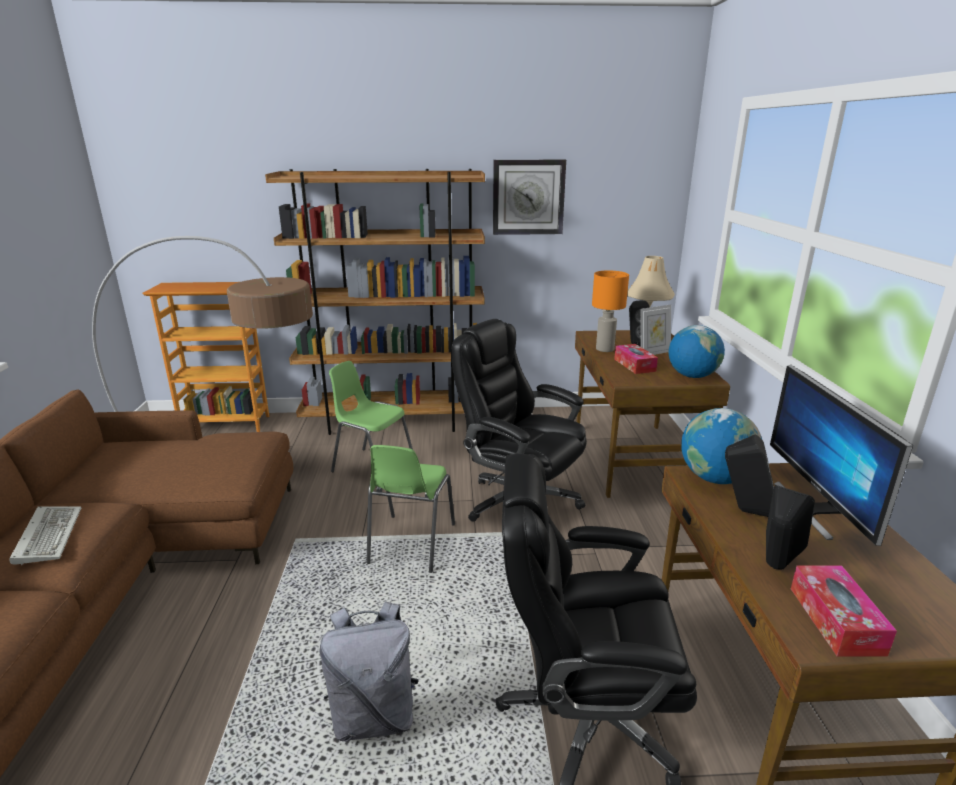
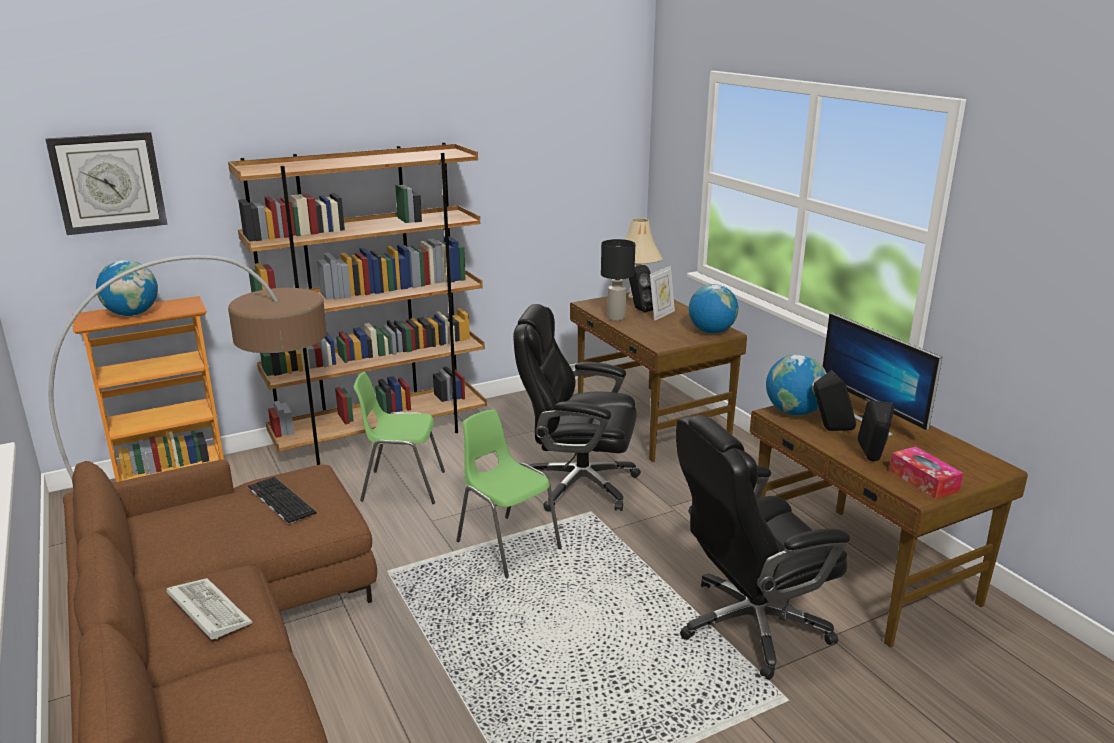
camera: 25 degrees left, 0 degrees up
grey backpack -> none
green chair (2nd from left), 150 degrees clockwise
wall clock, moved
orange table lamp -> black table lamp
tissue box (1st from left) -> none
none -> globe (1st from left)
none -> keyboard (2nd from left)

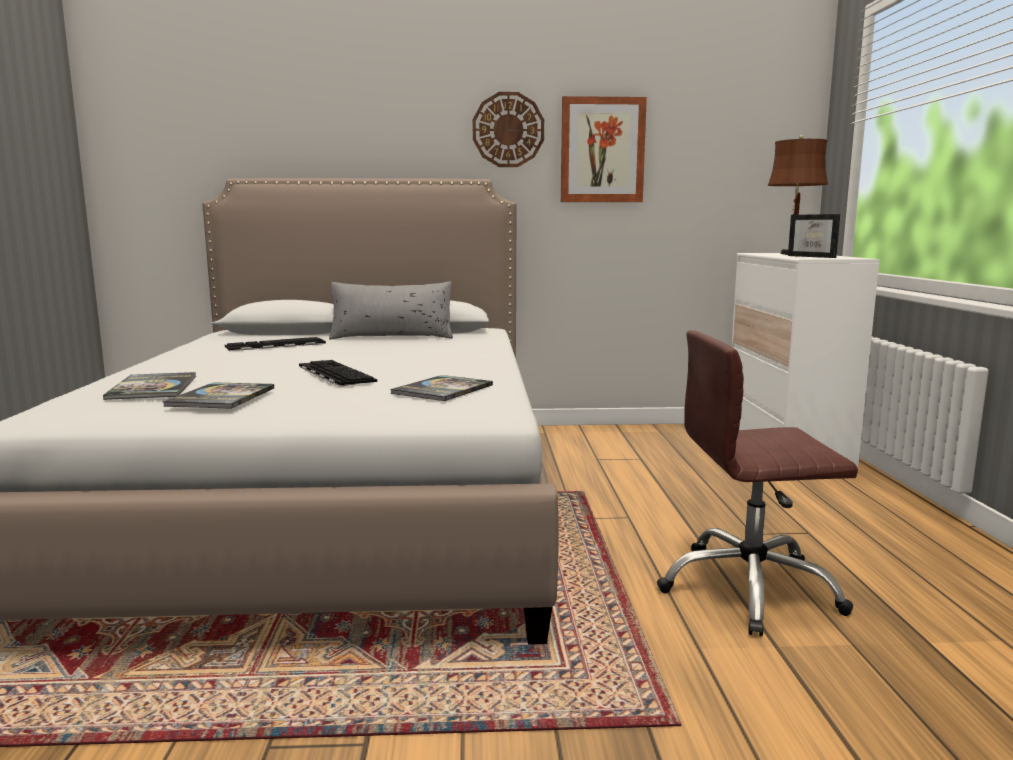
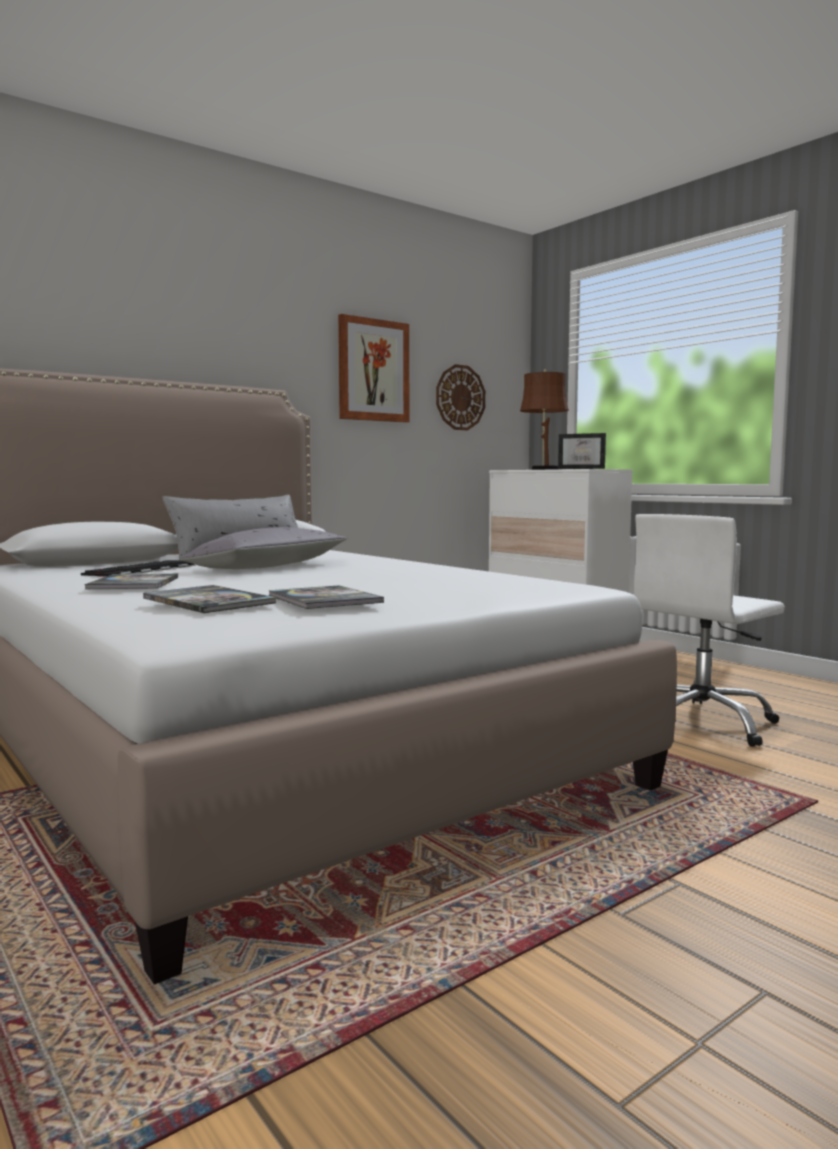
camera: 35 degrees left, 5 degrees down
keyboard (2nd from left) -> none
book (3rd from left in the first image) -> book (1st from left), moved
wall clock, moved
brown office chair -> white office chair
none -> grey pillow (2nd from left)

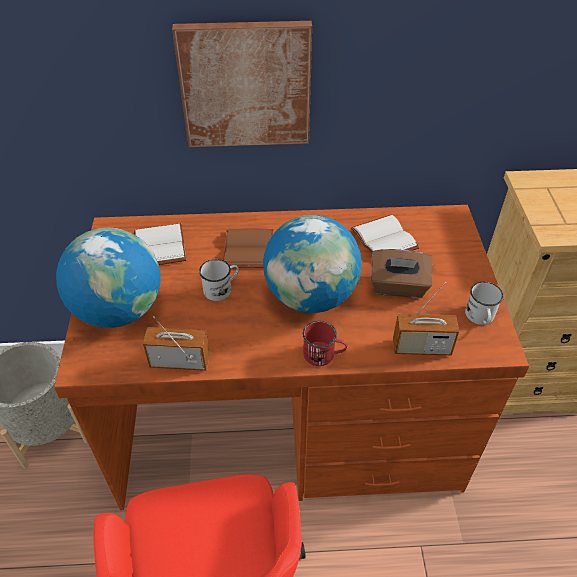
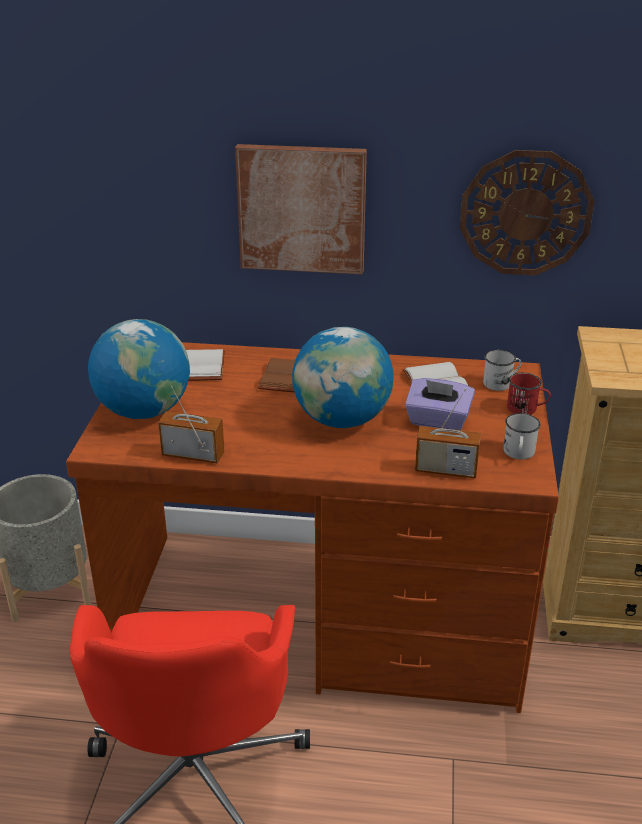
camera: 10 degrees right, 15 degrees down
white mug (1st from left), moved
red mug, moved
brown tissue box -> purple tissue box
none -> wall clock

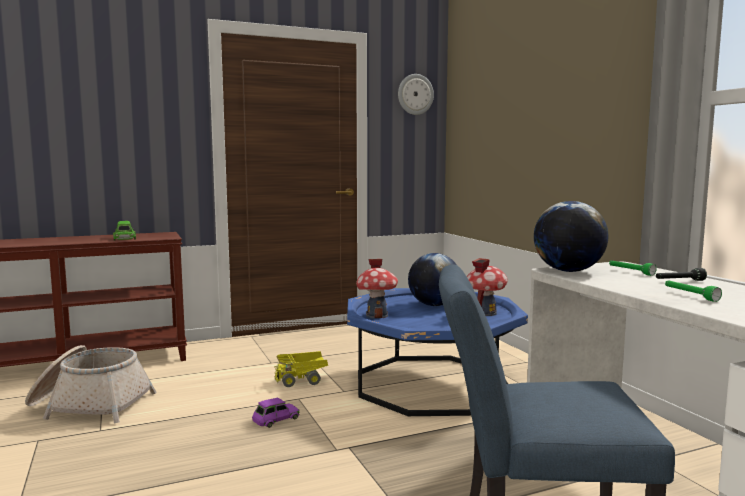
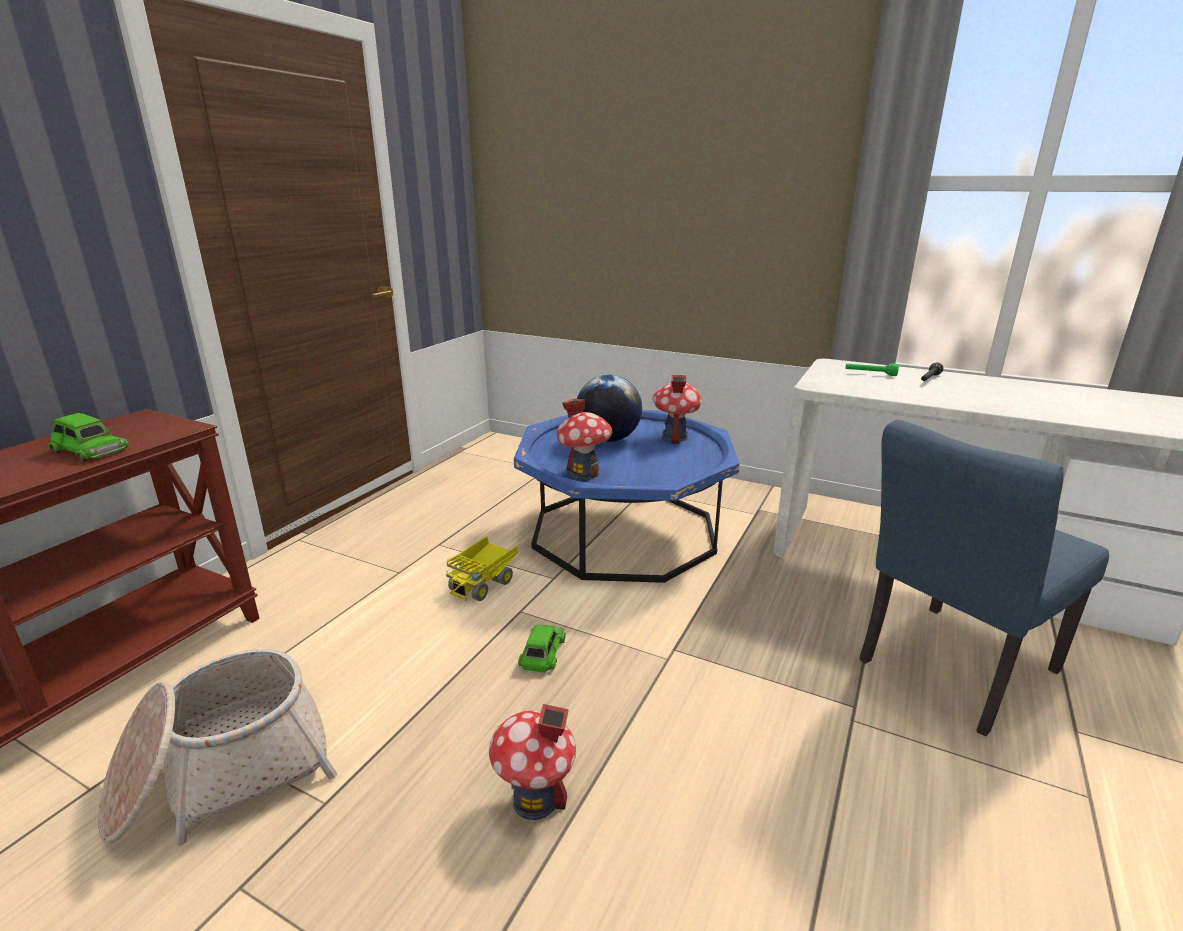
camera: 40 degrees left, 15 degrees up
purple toy car -> green toy car (2nd from left)
wall clock -> none
globe (2nd from left) -> none
green flashlight (2nd from left) -> none
none -> toy house (1st from left)

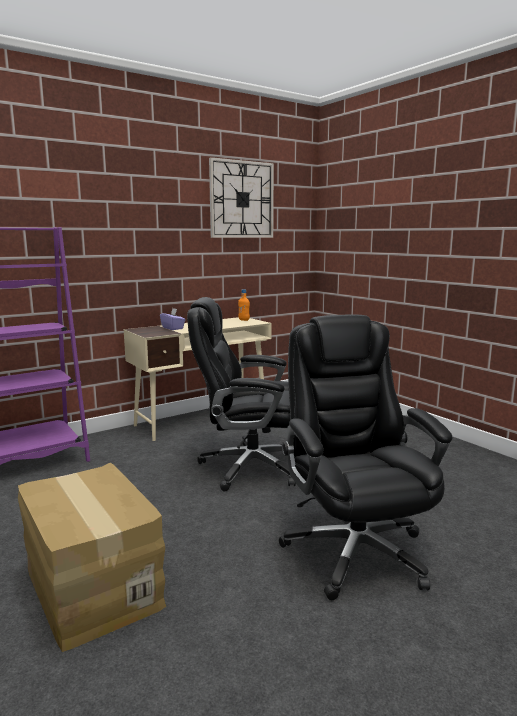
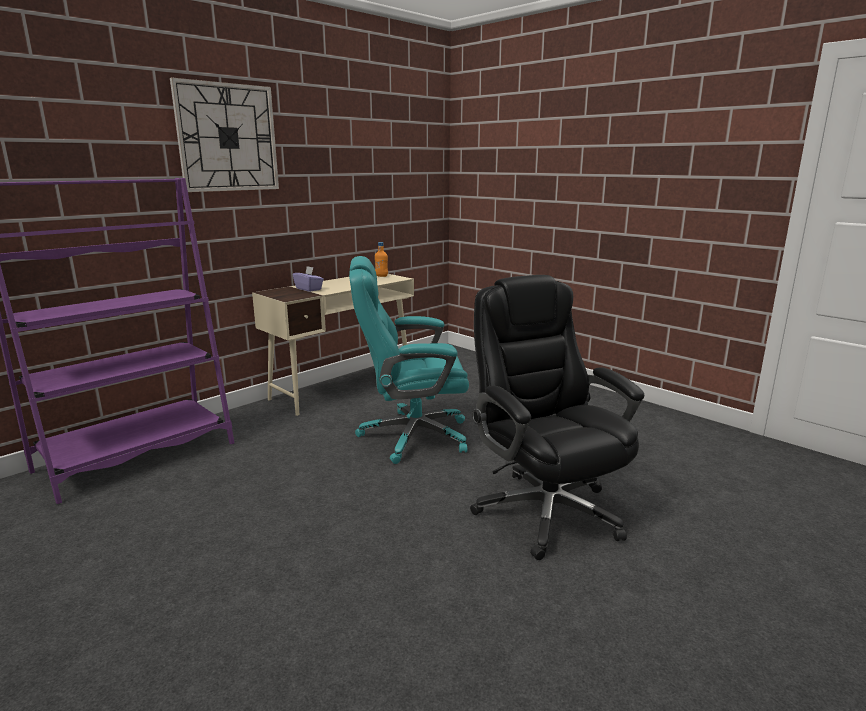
camera: 10 degrees left, 5 degrees up
cardboard box -> none
black office chair (1st from left) -> turquoise office chair
wall clock, moved

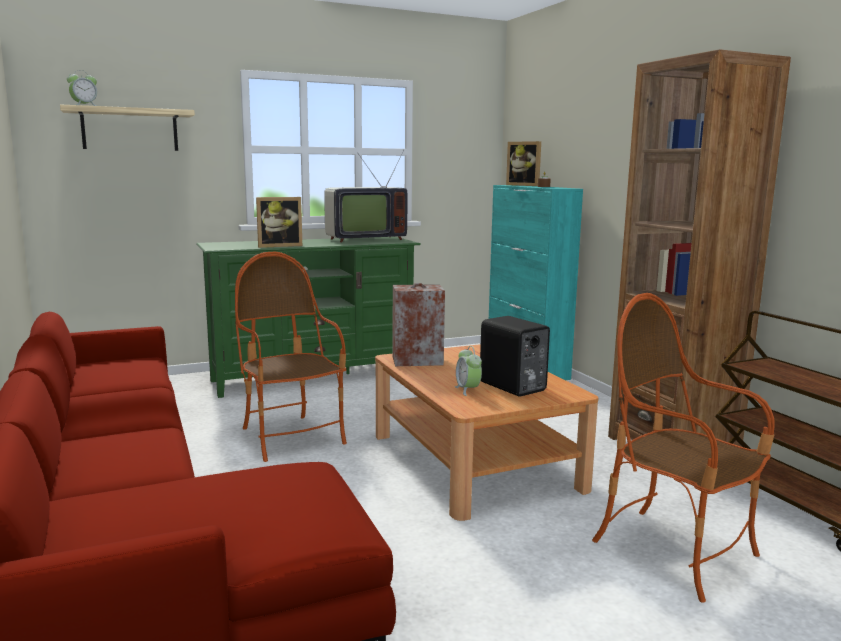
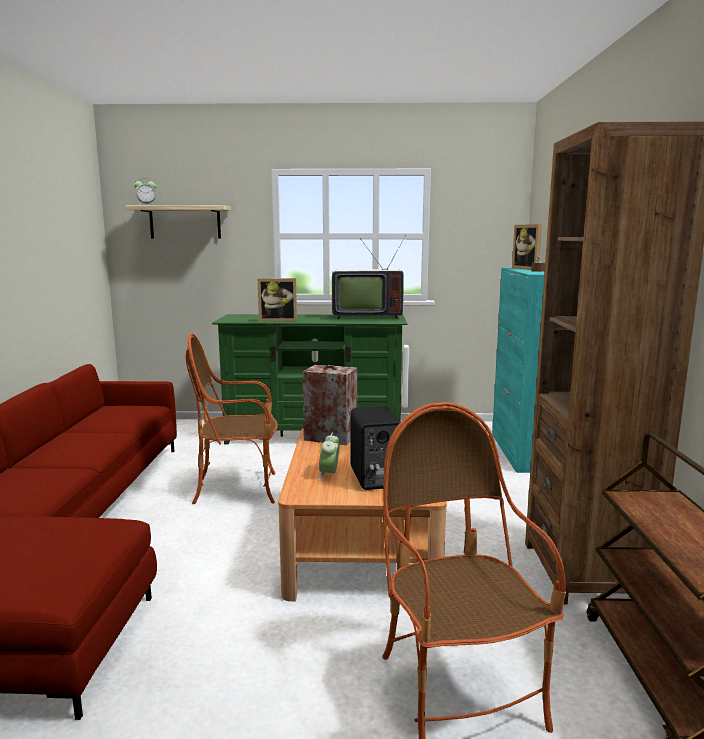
camera: 25 degrees right, 0 degrees up
armchair (1st from left), 90 degrees counterclockwise

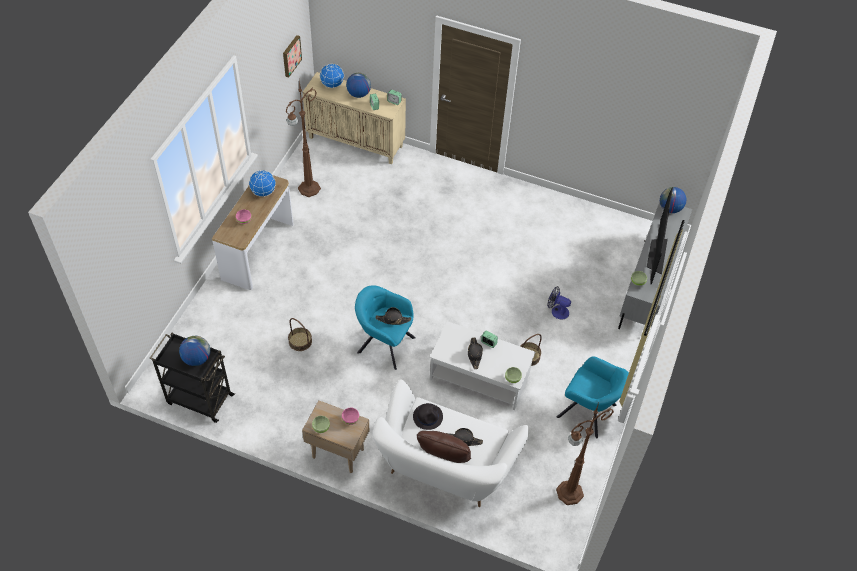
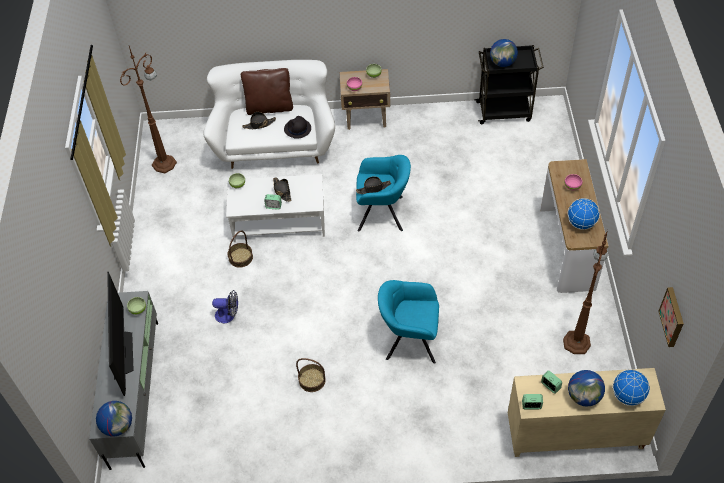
camera: 160 degrees right, 0 degrees up
basket (1st from left in the first image) -> basket (2nd from left), moved
turquoise armchair (2nd from left), moved

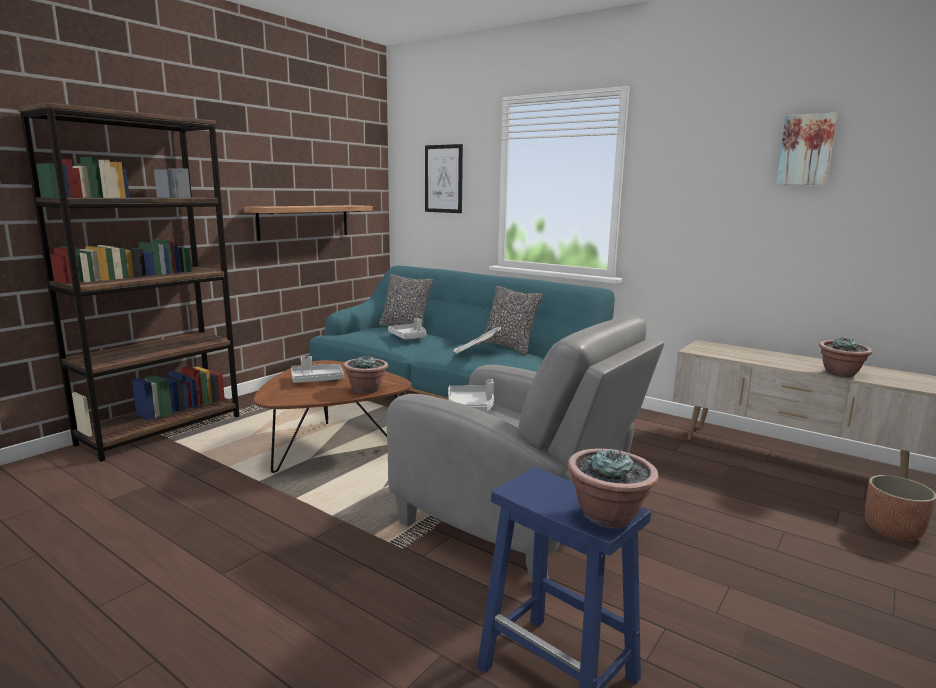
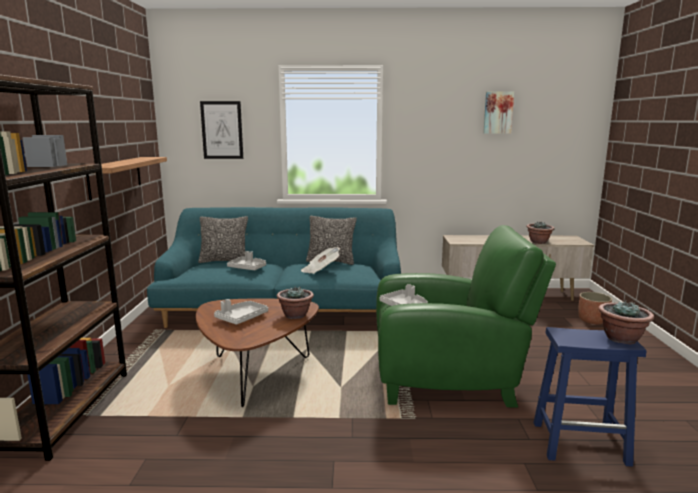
camera: 35 degrees left, 0 degrees up
grey armchair -> green armchair

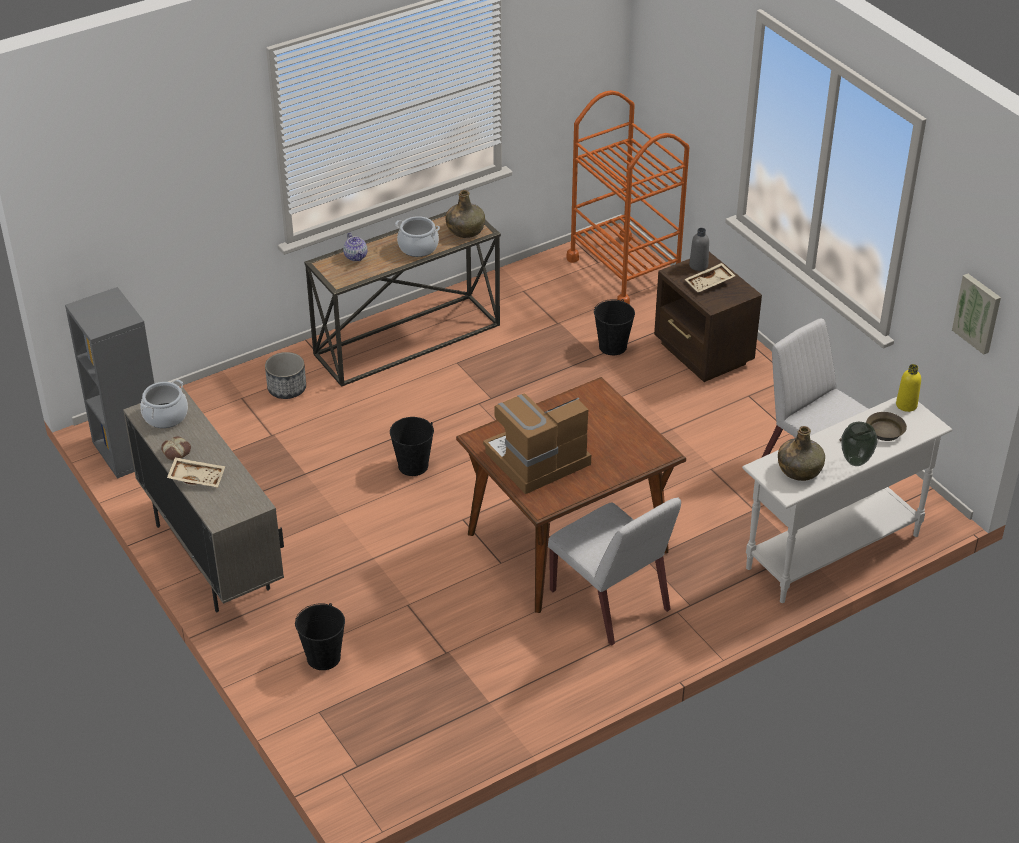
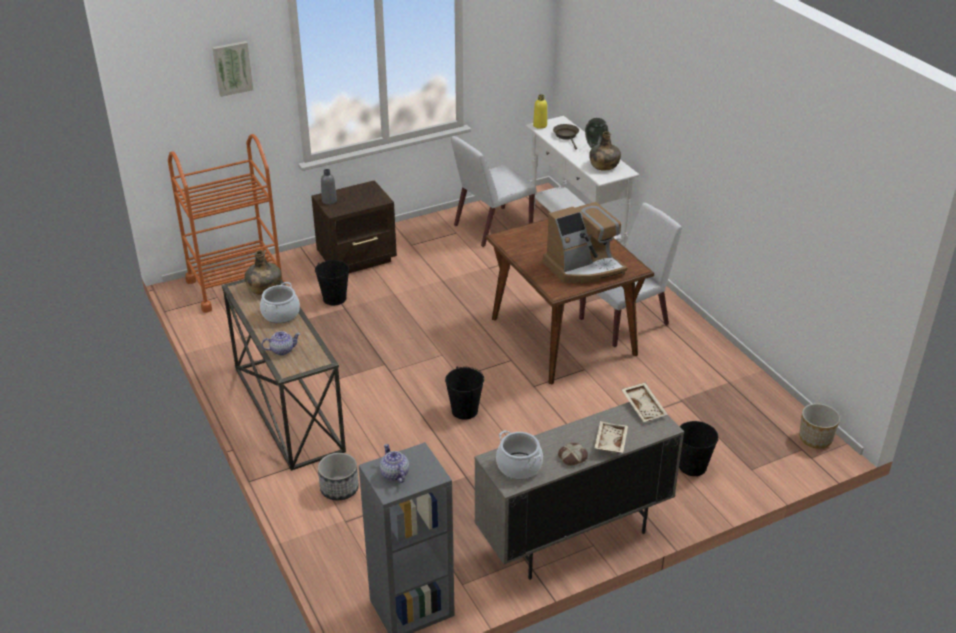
camera: 85 degrees left, 5 degrees down
coffee machine, 90 degrees counterclockwise
beige tray (2nd from left), moved
picture, moved
none -> teapot (2nd from left)
none -> planter (2nd from left)

